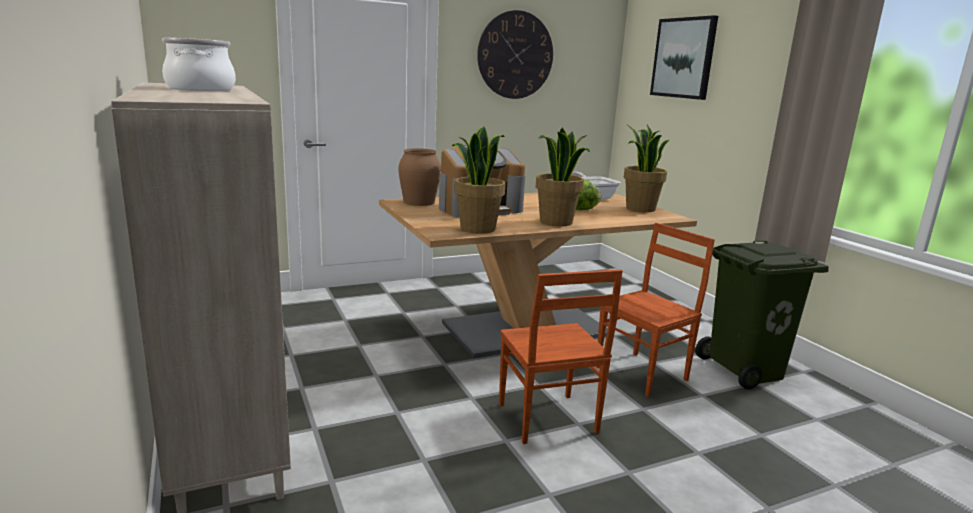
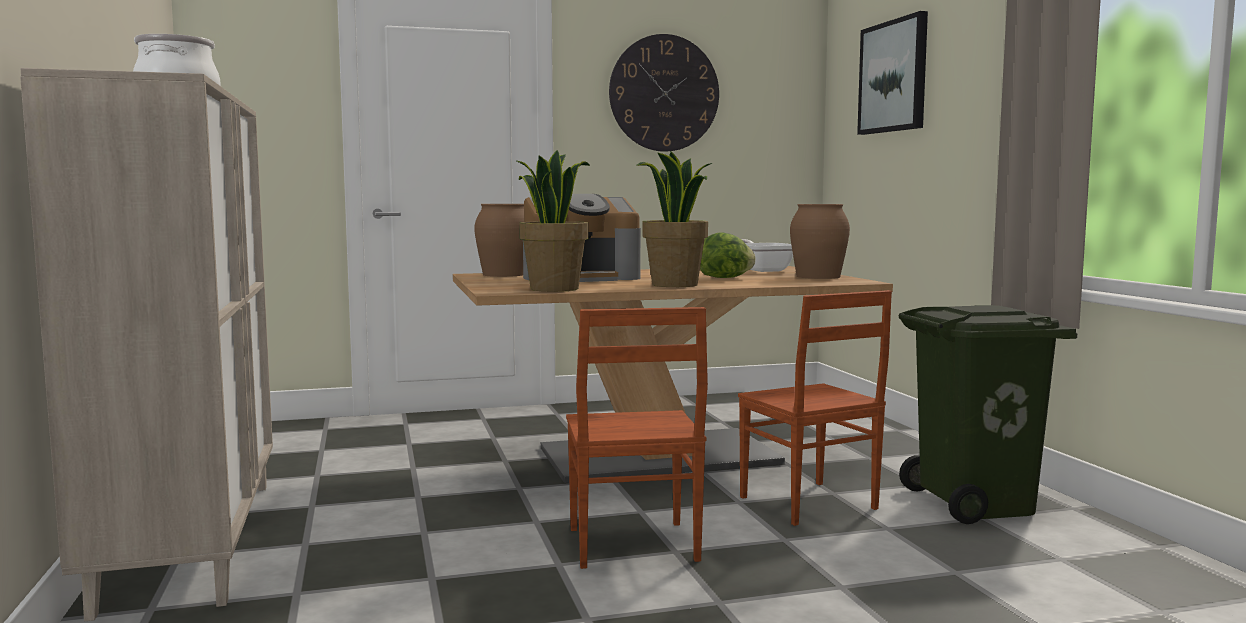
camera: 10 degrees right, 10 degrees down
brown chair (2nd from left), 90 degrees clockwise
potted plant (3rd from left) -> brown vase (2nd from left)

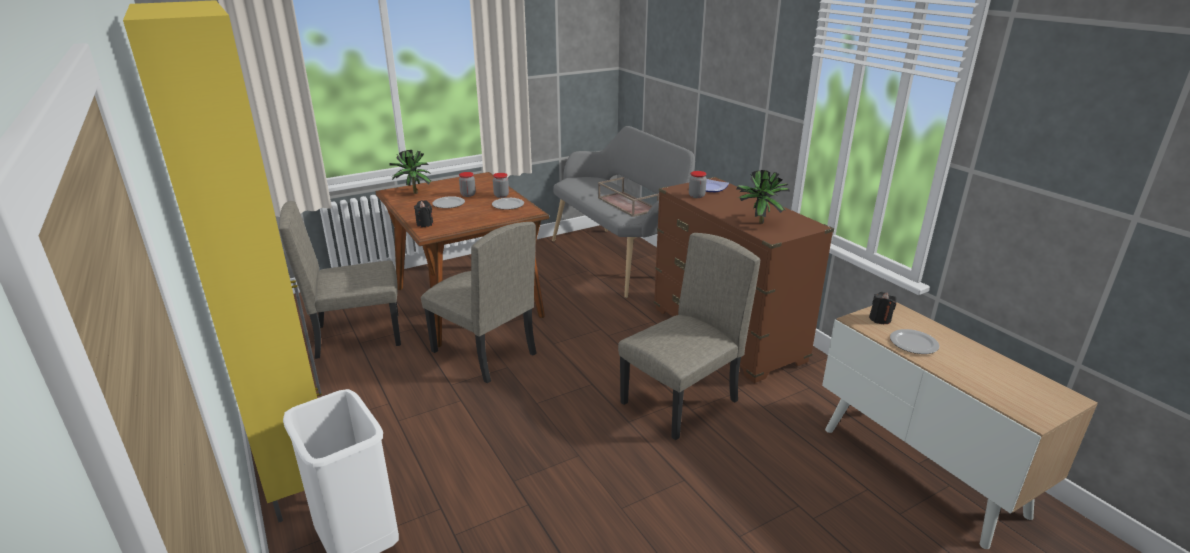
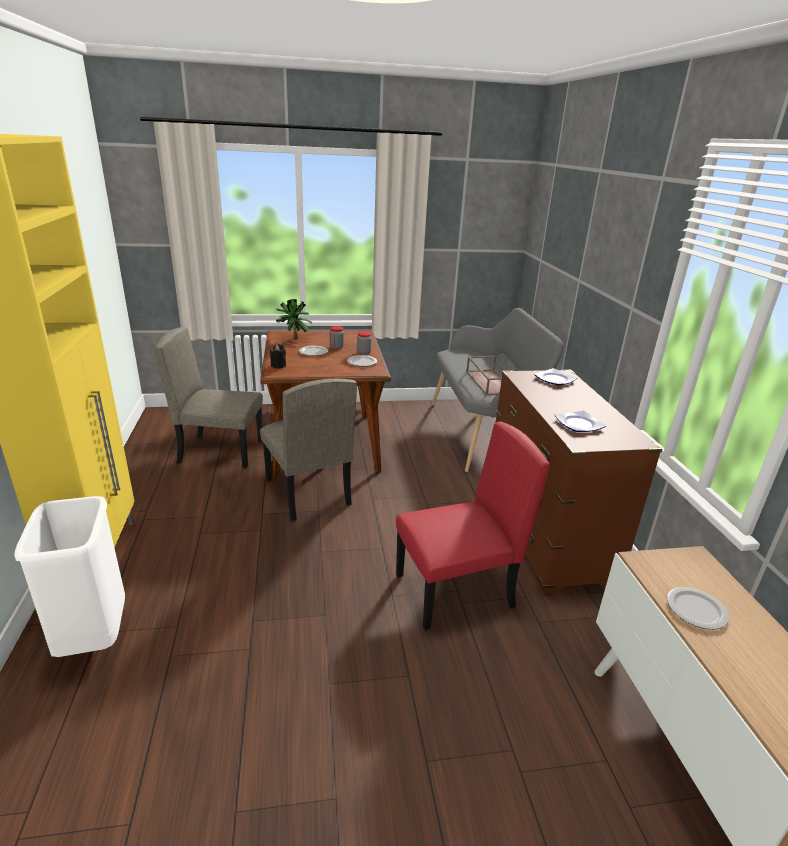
camera: 20 degrees right, 0 degrees up
beige chair (3rd from left) -> red chair
jar (3rd from left) -> none
potted plant (2nd from left) -> plate (4th from left)
black candle (2nd from left) -> none

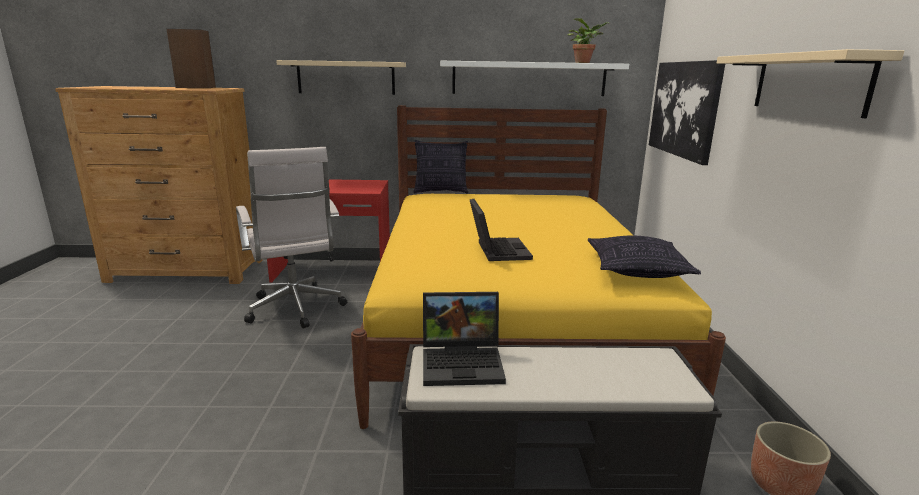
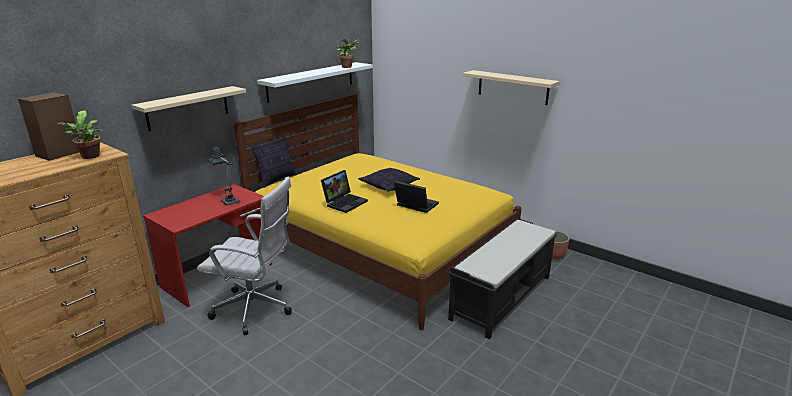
camera: 50 degrees left, 5 degrees up
laptop (1st from left), moved
pillow (2nd from left), moved
picture -> none
none -> potted plant (1st from left)
none -> table lamp

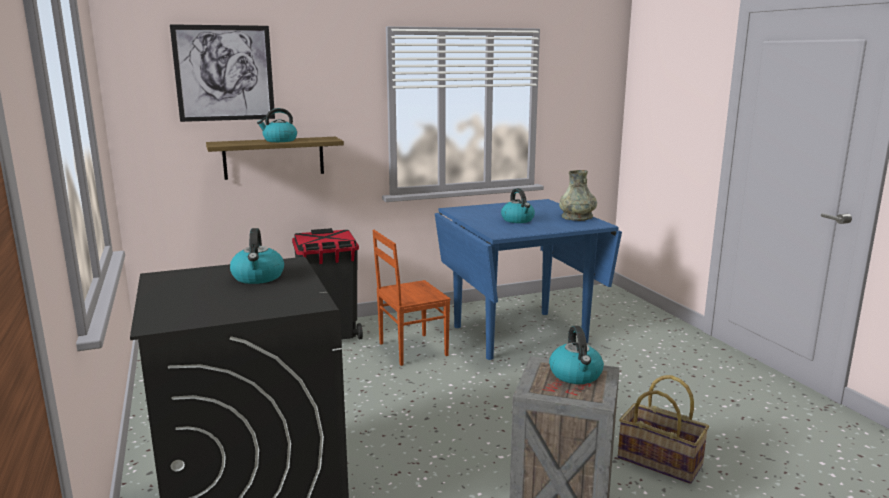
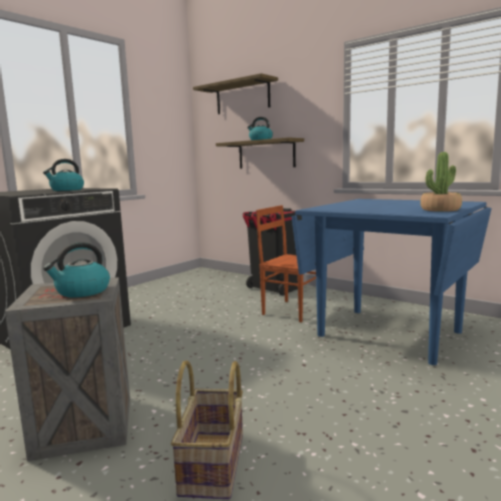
camera: 60 degrees right, 5 degrees down
picture -> shelf (1st from left)
kettle (3rd from left) -> none
grey vase -> potted plant

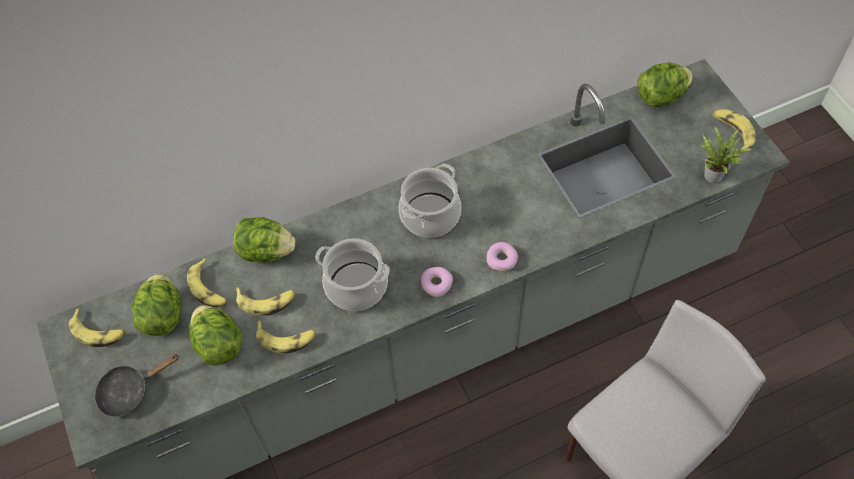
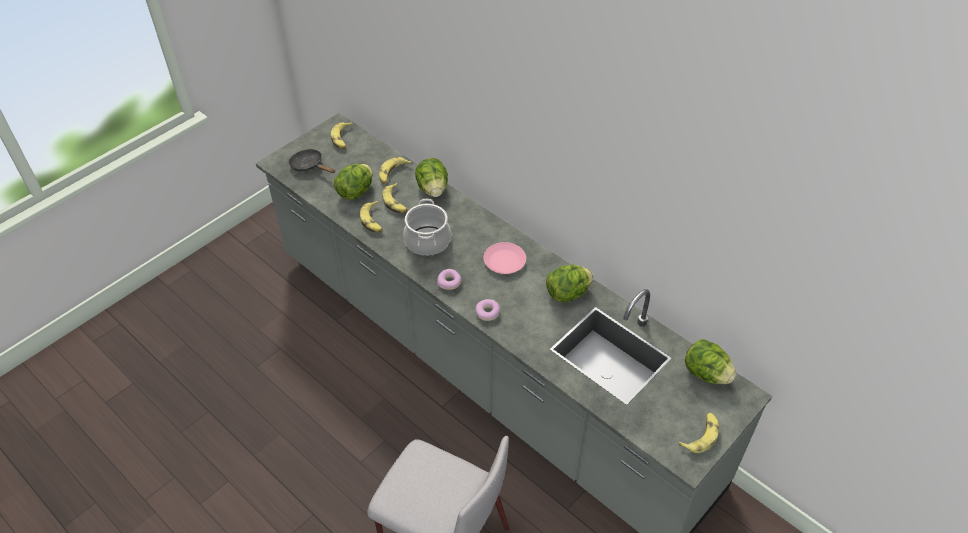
camera: 65 degrees right, 10 degrees down
lettuce (1st from left in the first image) -> lettuce (3rd from left), moved
cooking pot (2nd from left) -> pink plate
potted plant -> none

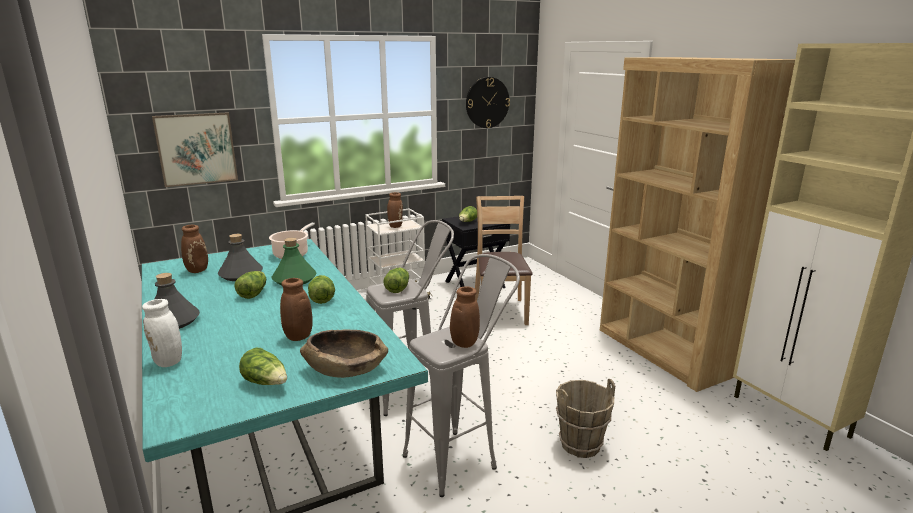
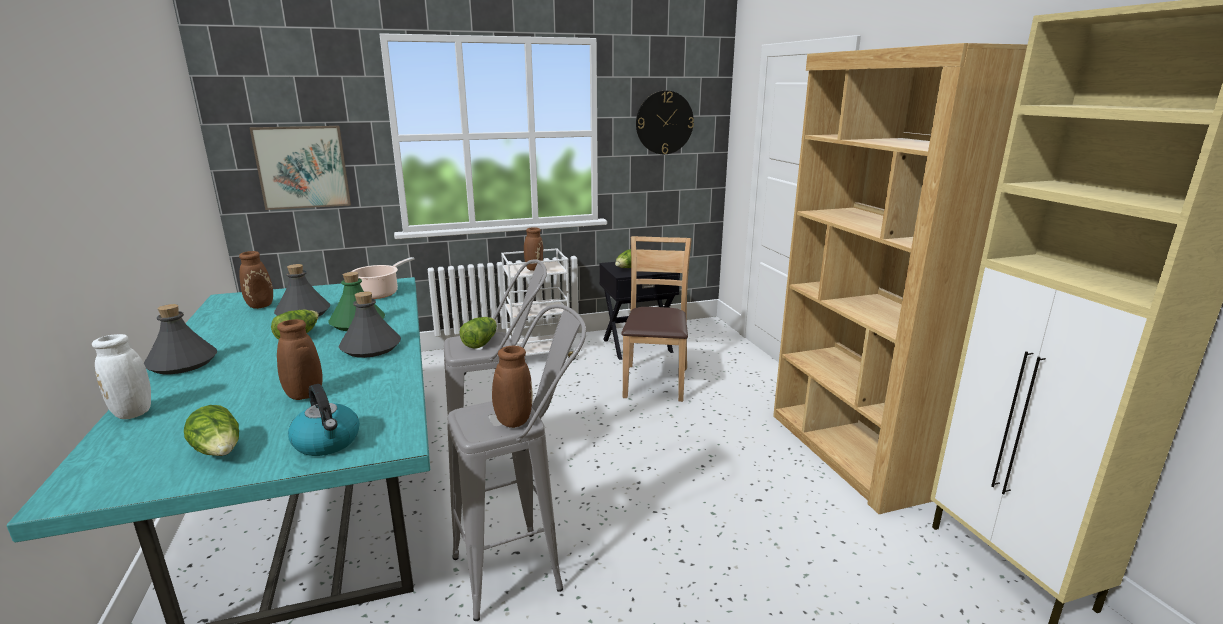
camera: 10 degrees right, 0 degrees up
brown bowl -> kettle
lettuce (3rd from left) -> grey bottle (3rd from left)
brown bucket -> none

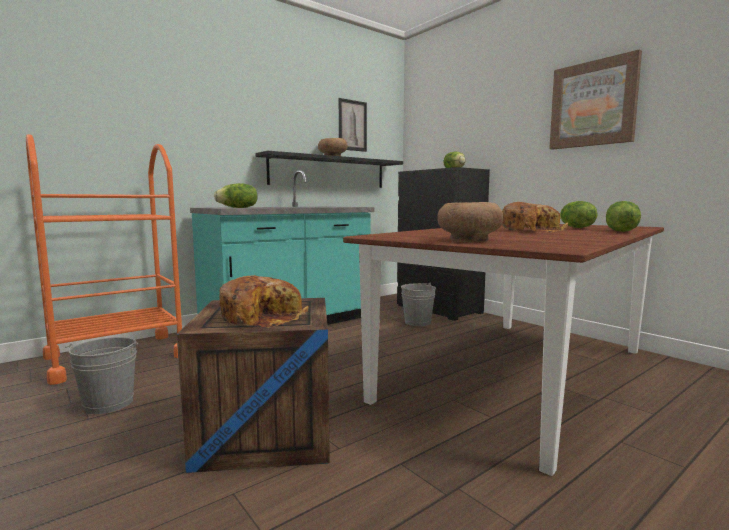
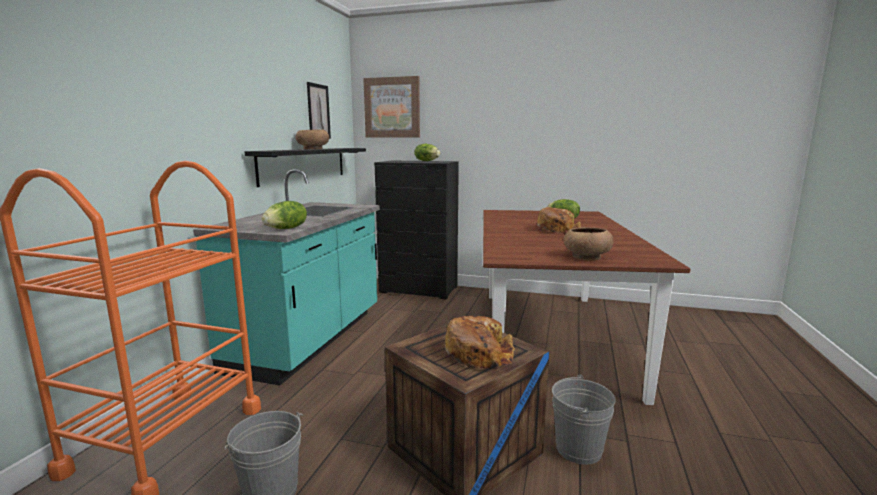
camera: 35 degrees left, 5 degrees up
grey bucket (2nd from left), moved
picture (2nd from left), moved
lettuce (4th from left) -> none

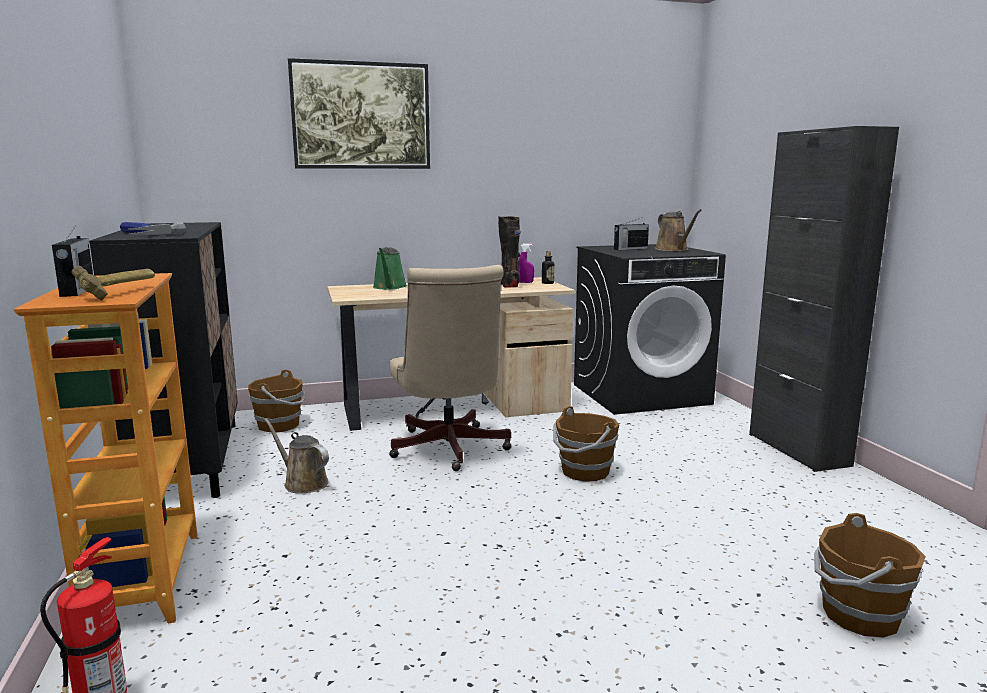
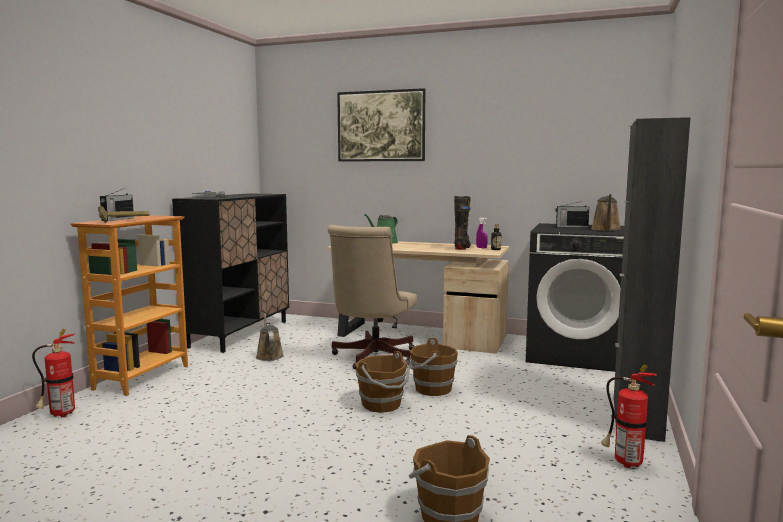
camera: 35 degrees right, 5 degrees down
brown bucket (1st from left), moved
none -> fire extinguisher (2nd from left)

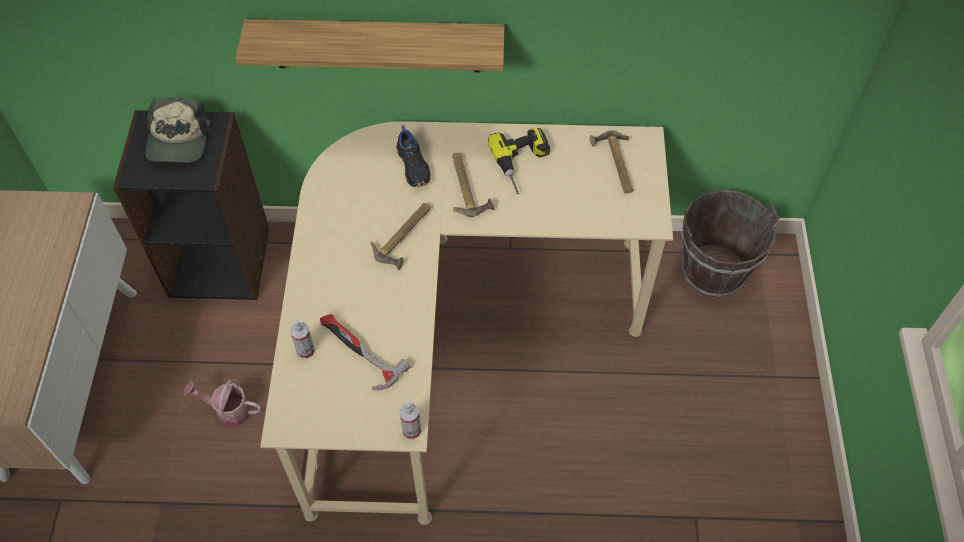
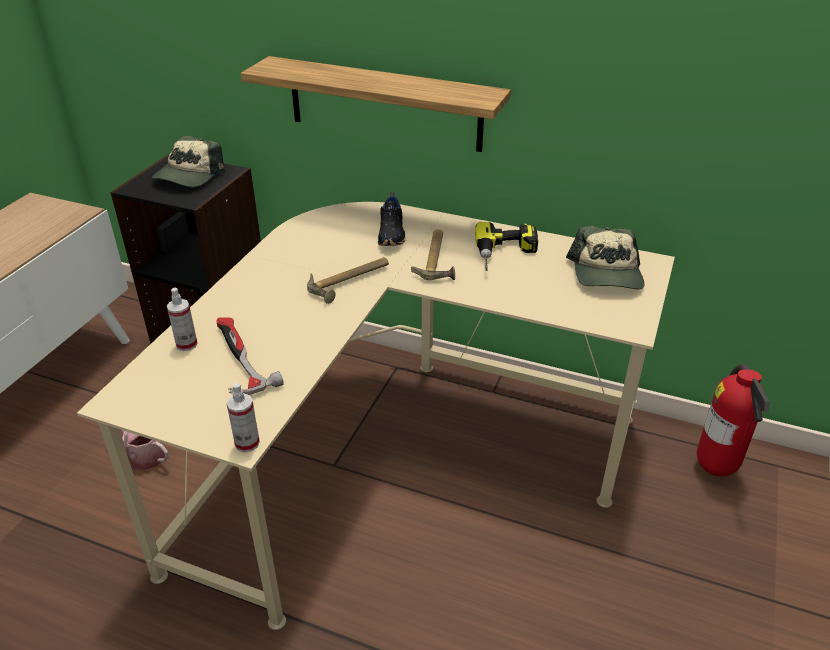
camera: 20 degrees right, 20 degrees down
hammer (4th from left) -> cap (2nd from left)
brown bucket -> fire extinguisher

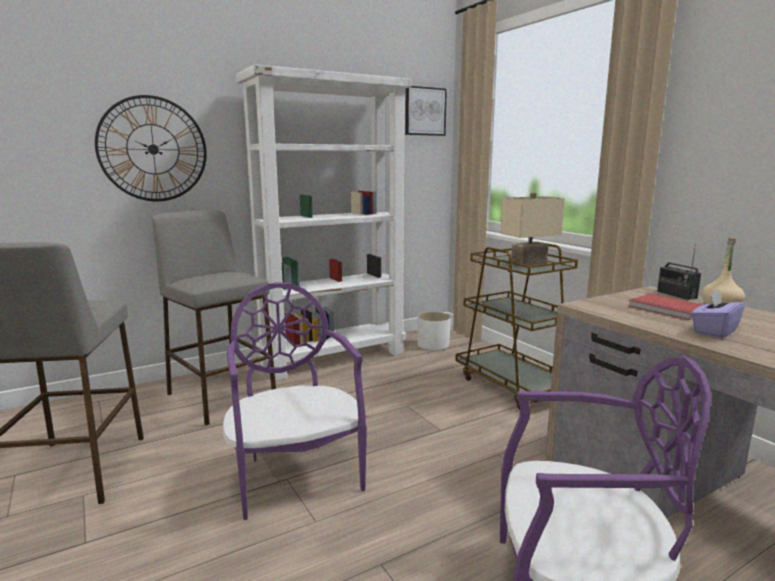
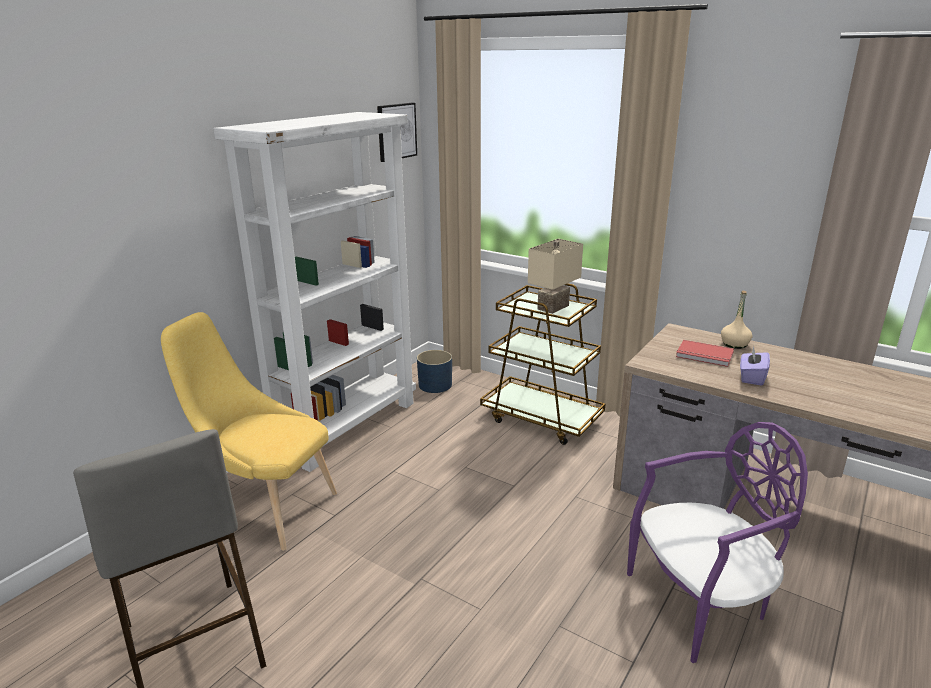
camera: 25 degrees left, 10 degrees up
wall clock -> none
grey stool (2nd from left) -> yellow chair
purple chair (1st from left) -> none
white planter -> blue planter
radio -> none

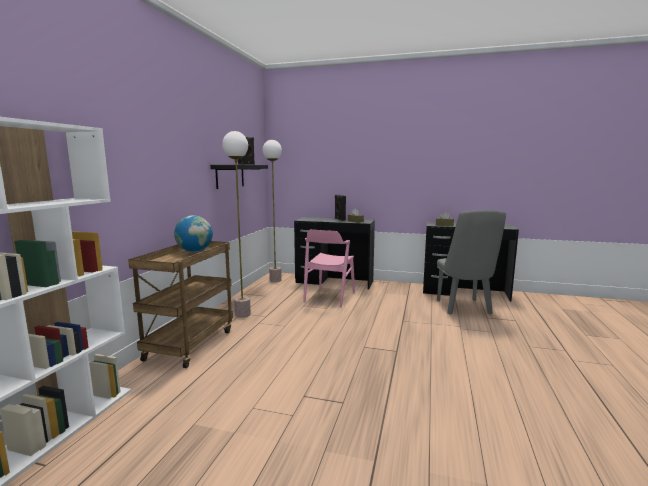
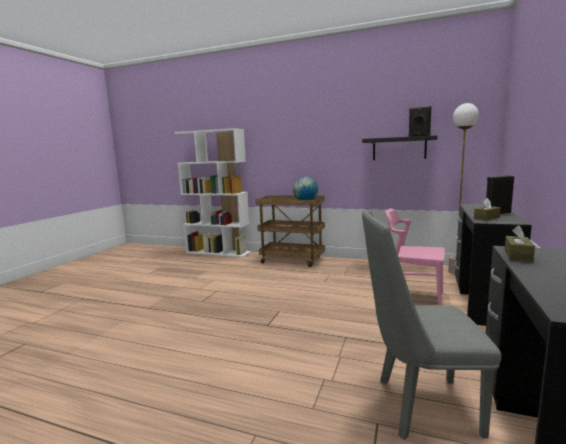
camera: 95 degrees right, 0 degrees up
floor lamp (1st from left) -> none

